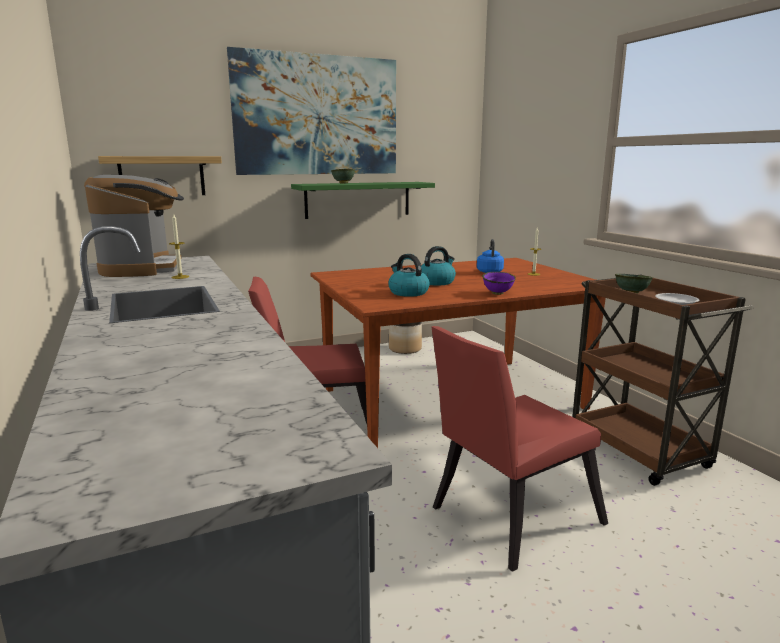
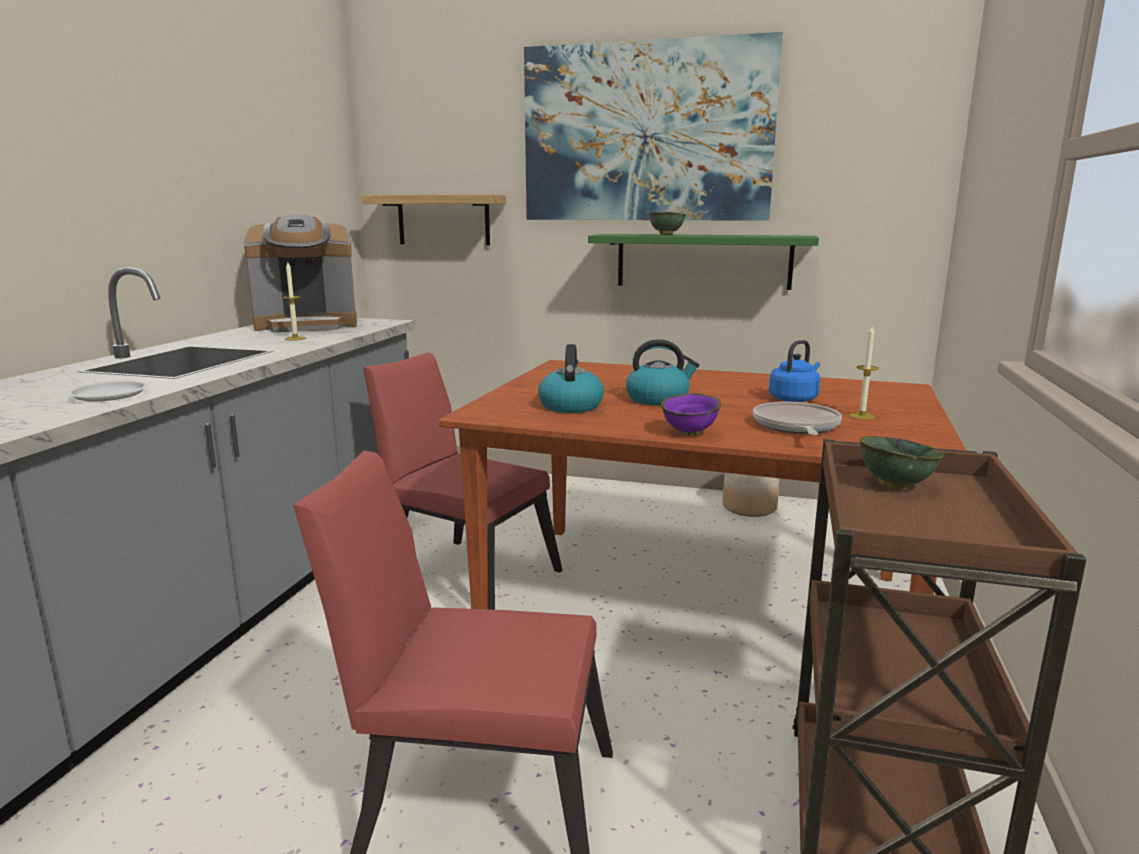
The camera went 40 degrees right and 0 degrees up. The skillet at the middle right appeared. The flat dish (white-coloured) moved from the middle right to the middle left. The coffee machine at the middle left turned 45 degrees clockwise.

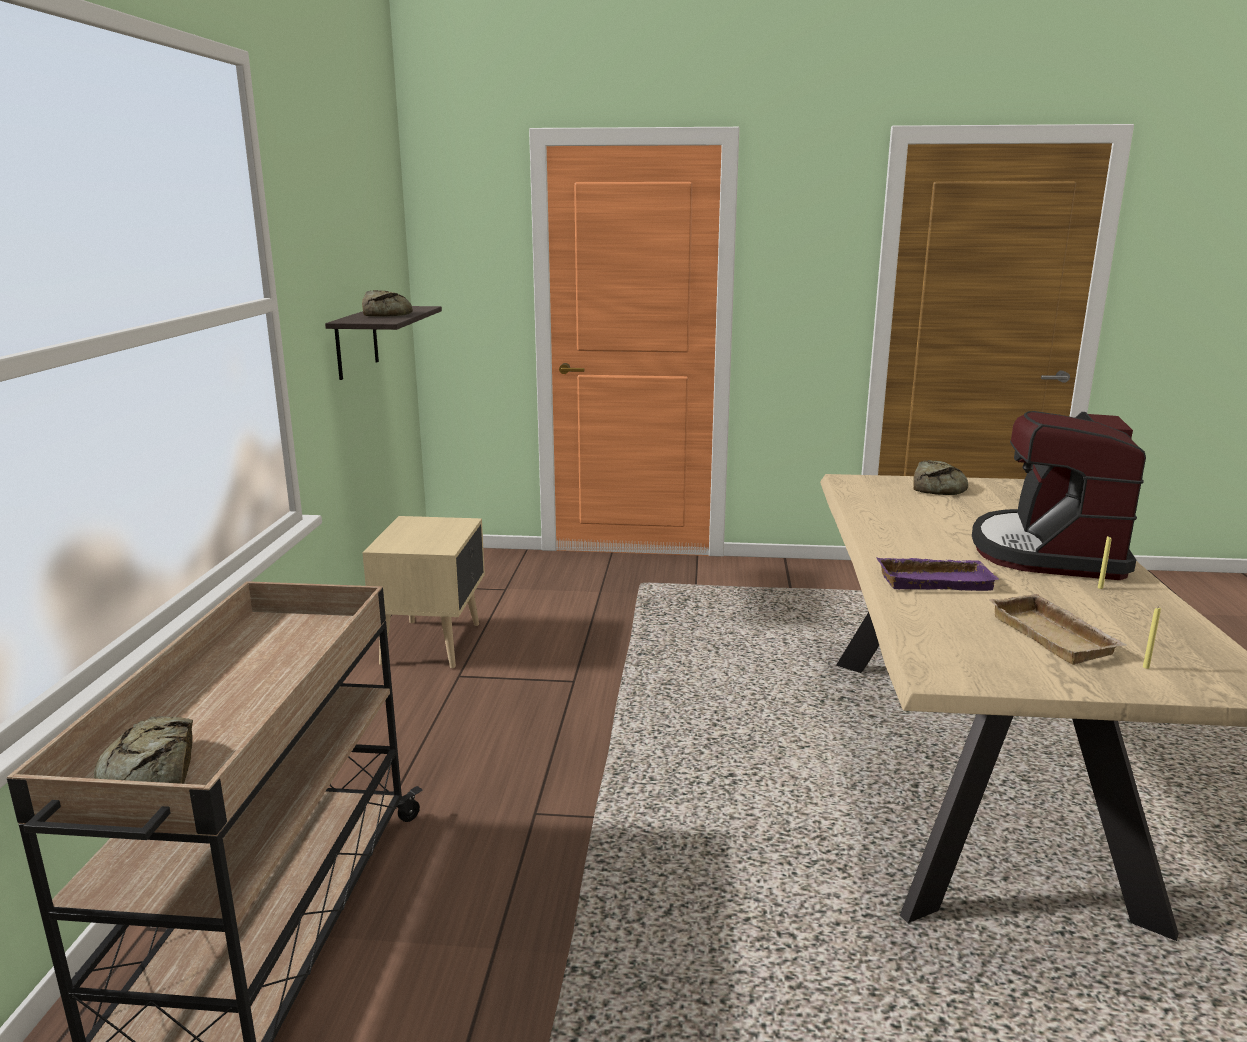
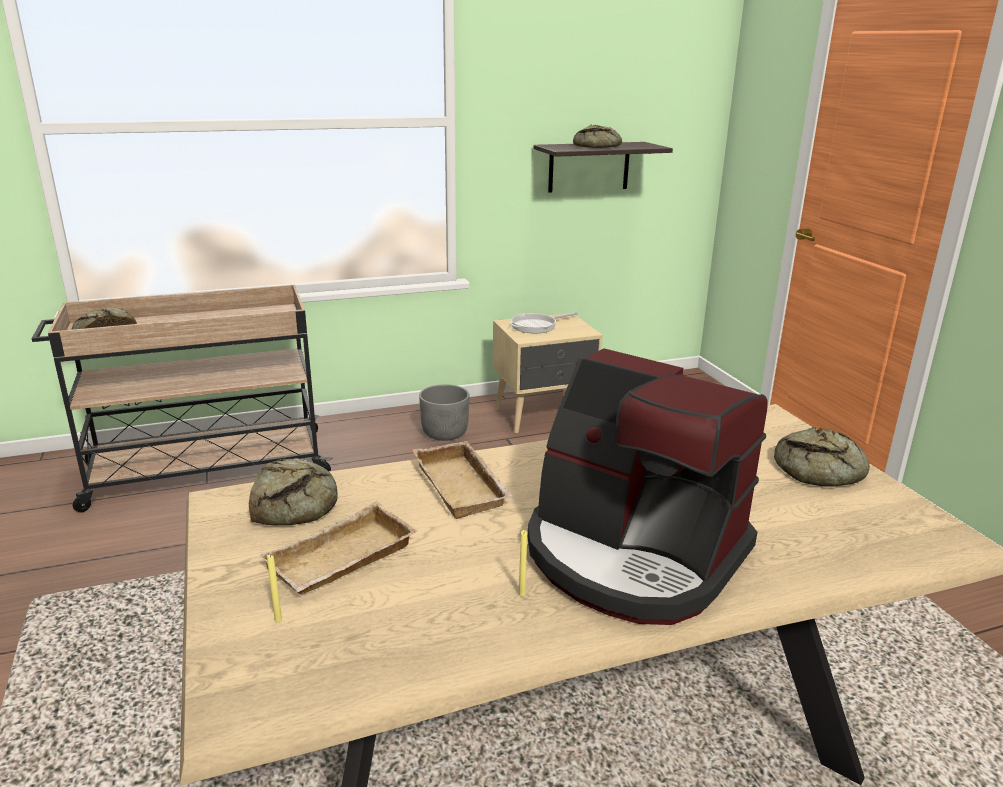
The camera went 65 degrees right and 5 degrees up. The bread (no. 2 from left) at the middle left appeared. The planter (gray) at the centre appeared. The skillet at the centre appeared. The tray (purplish) at the middle right became the tray (beige-coloured) (no. 2 from left) at the centre. The coffee machine at the middle right turned 135 degrees counterclockwise.

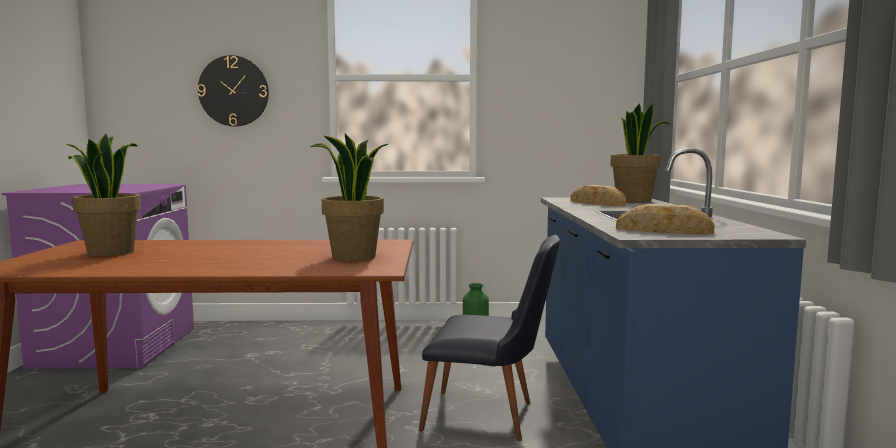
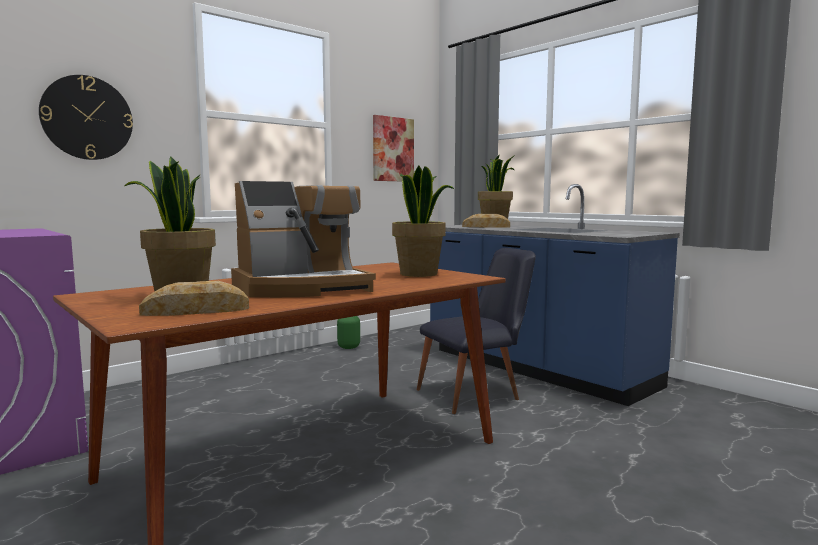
The camera went 40 degrees left and 0 degrees up. The coffee machine at the centre appeared. The wall art at the top centre appeared. The bread (no. 2 from left in the first image) moved from the middle right to the middle left.

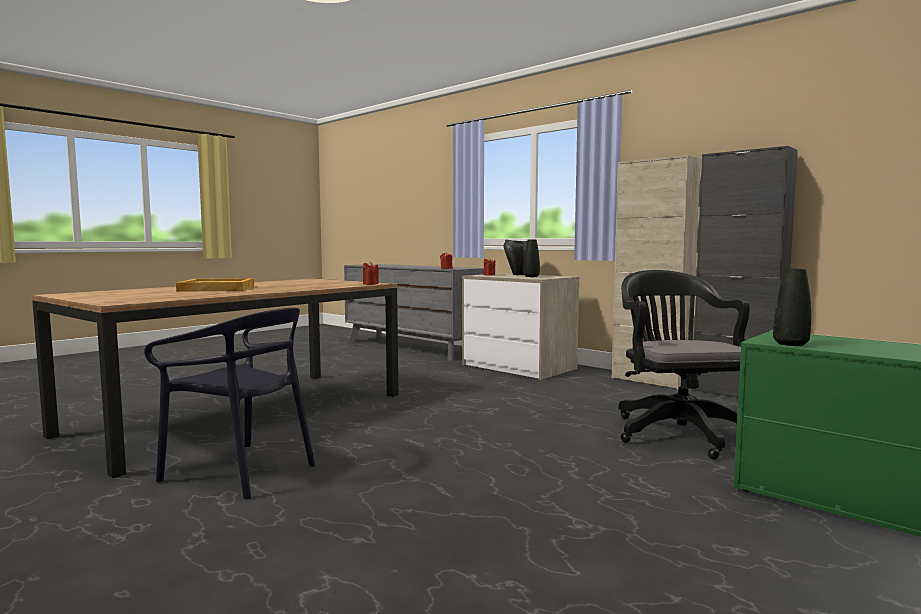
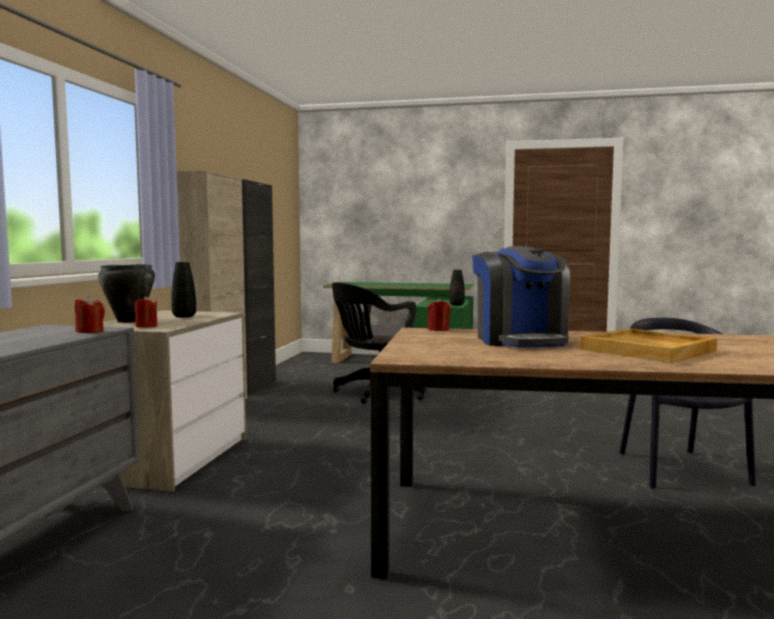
The camera went 120 degrees left and 0 degrees up. The coffee machine at the middle right appeared.

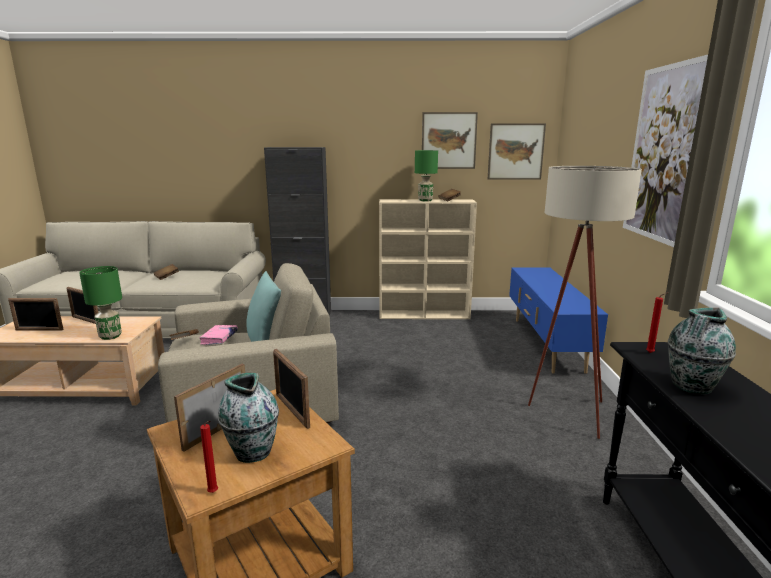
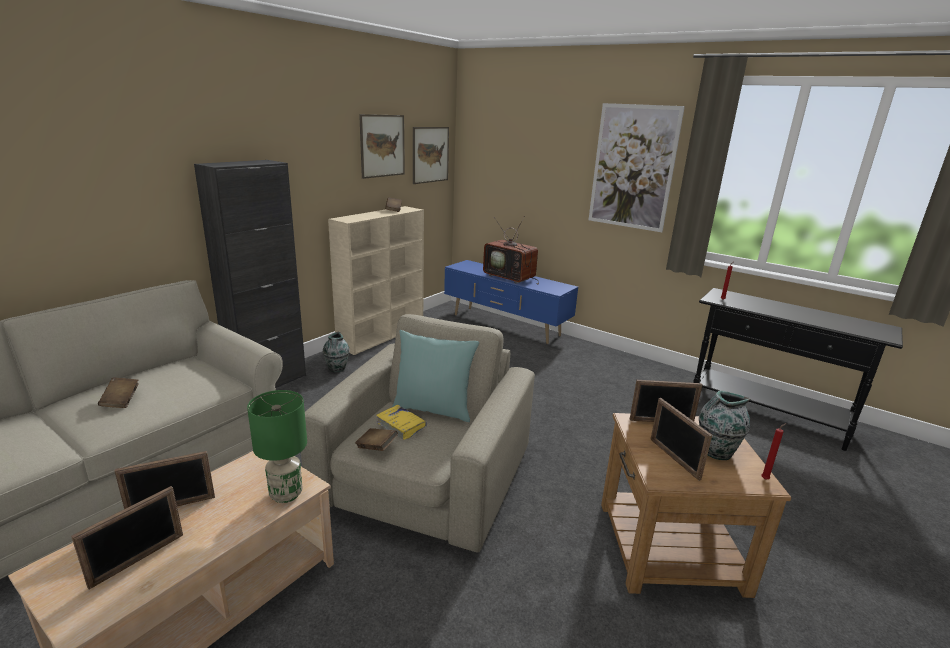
The camera went 55 degrees left and 5 degrees up. The lamp for a table (green) (no. 2 from left) at the top centre disappeared. The standard lamp (beige-coloured) at the middle right disappeared. The TV set at the centre appeared. The decorative vase (no. 2 from left in the first image) moved from the middle right to the centre. The volume (pink-coloured) at the middle left became the volume (yellow) at the centre.

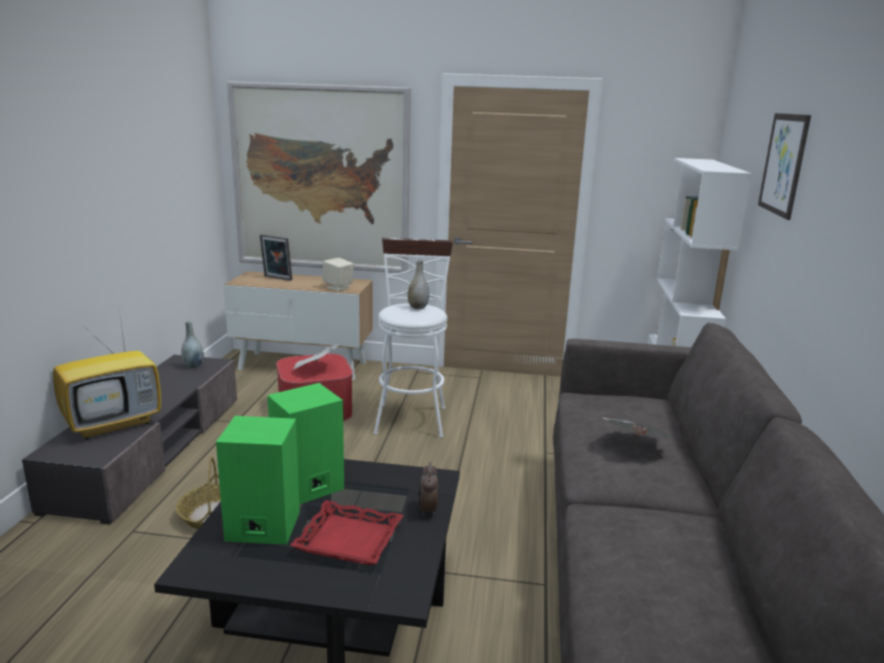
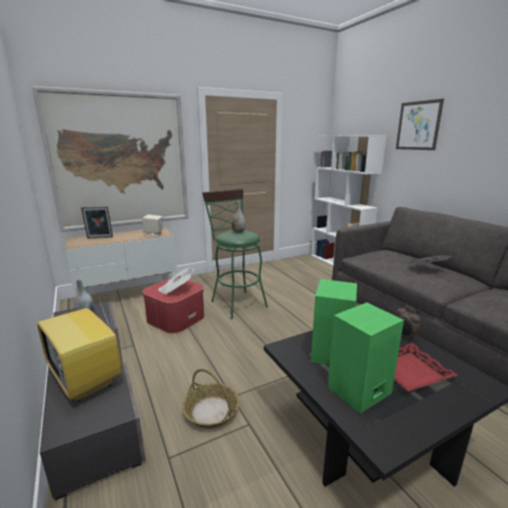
The camera went 35 degrees left and 0 degrees up. The stool (white-coloured) at the centre became the stool (green) at the centre. The TV set at the middle left turned 120 degrees clockwise.

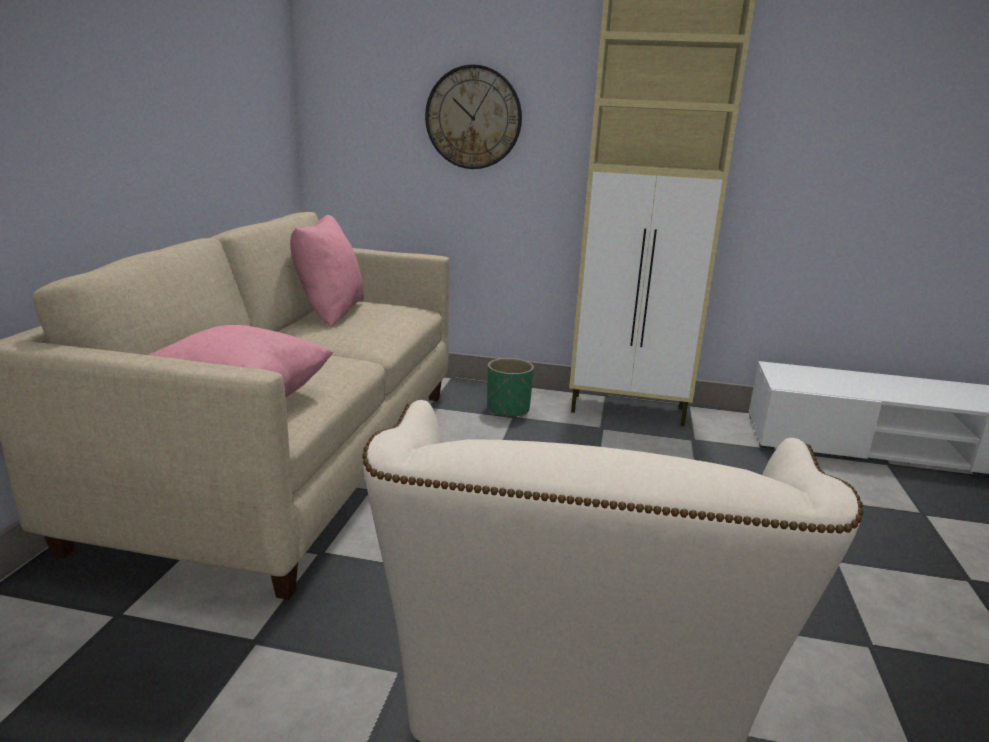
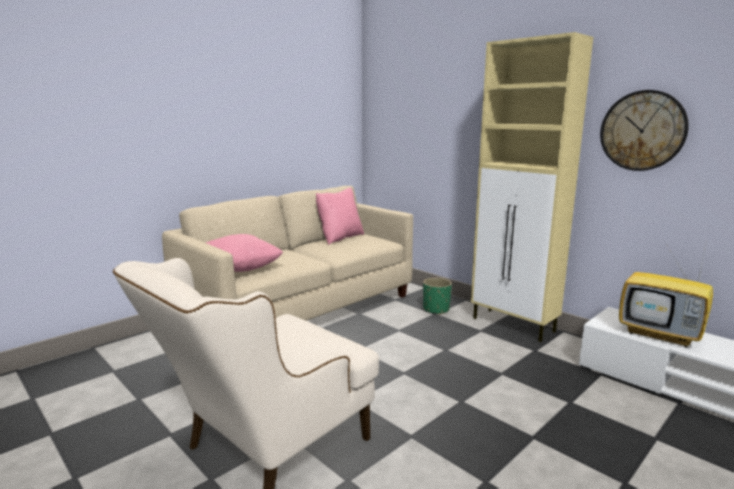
The camera went 35 degrees right and 5 degrees down. The TV set at the middle right appeared. The wall clock moved from the top centre to the top right.

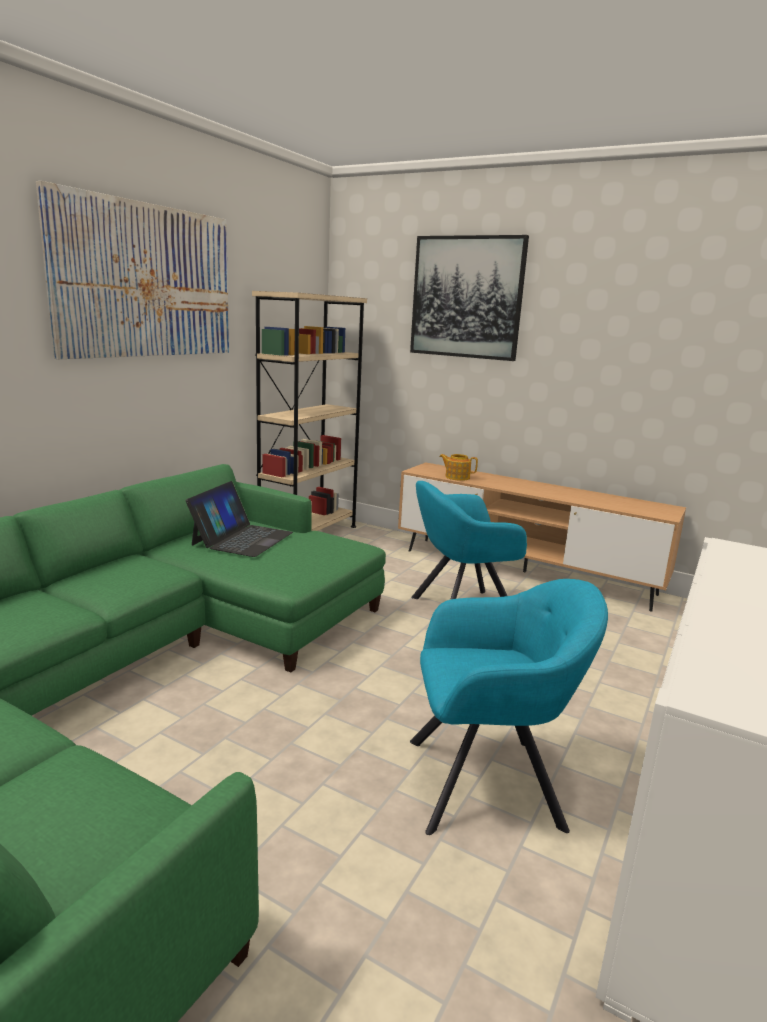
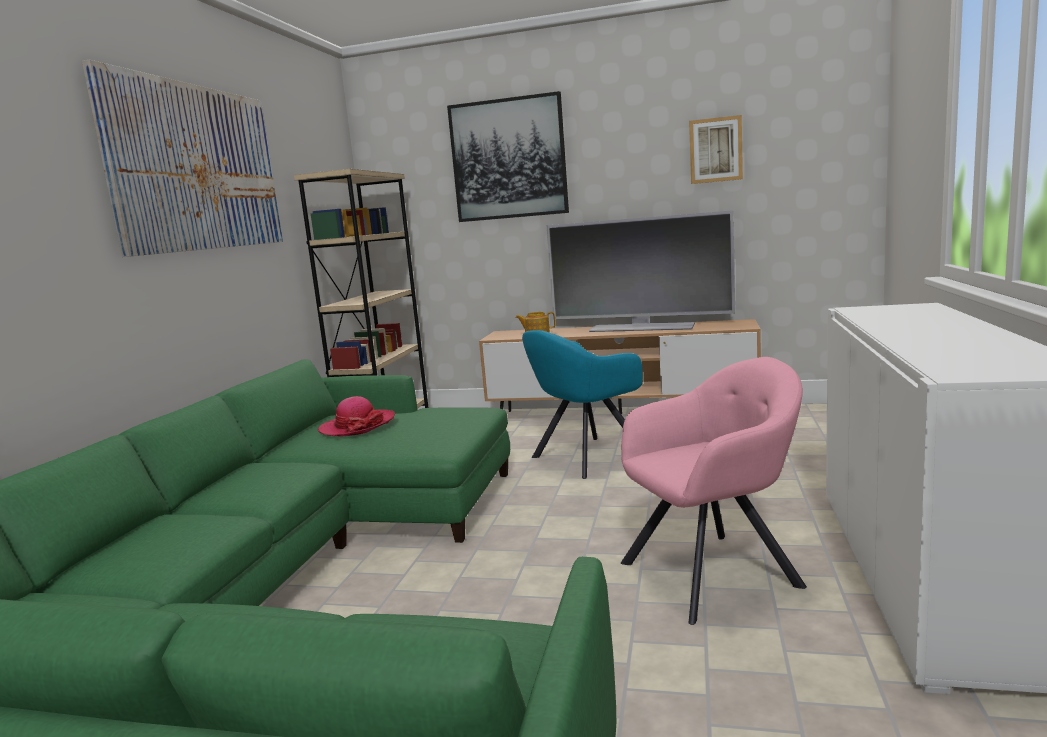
The camera went 15 degrees left and 5 degrees down. The TV set at the centre appeared. The wall art (no. 3 from left) at the top right appeared. The laptop at the middle left was replaced by the hat at the centre. The easy chair (blue-green) (no. 2 from left) at the bottom centre became the easy chair (pink-coloured) at the middle right.

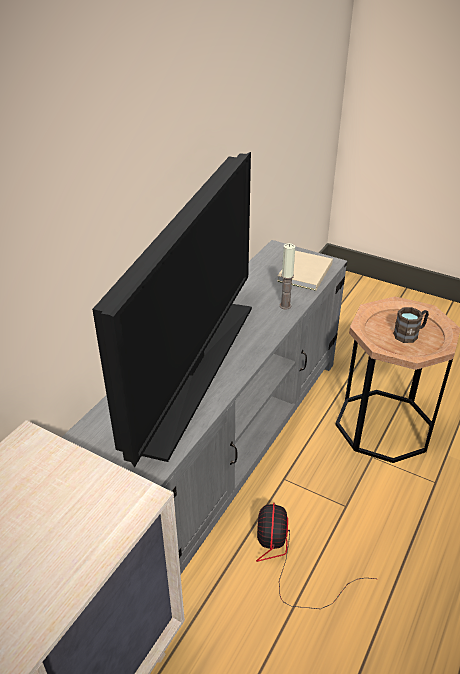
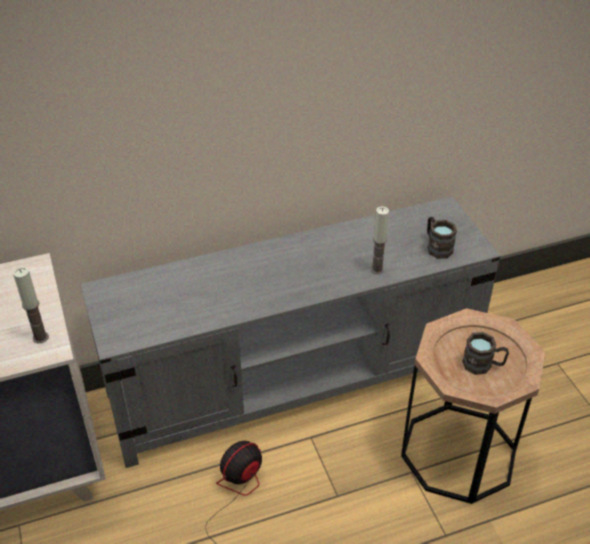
The camera went 40 degrees right and 5 degrees up. The TV set at the centre disappeared. The wax candle (no. 1 from left) at the middle left appeared. The volume (beige-coloured) at the centre was replaced by the coffee mug (brown) (no. 1 from left) at the middle right.

